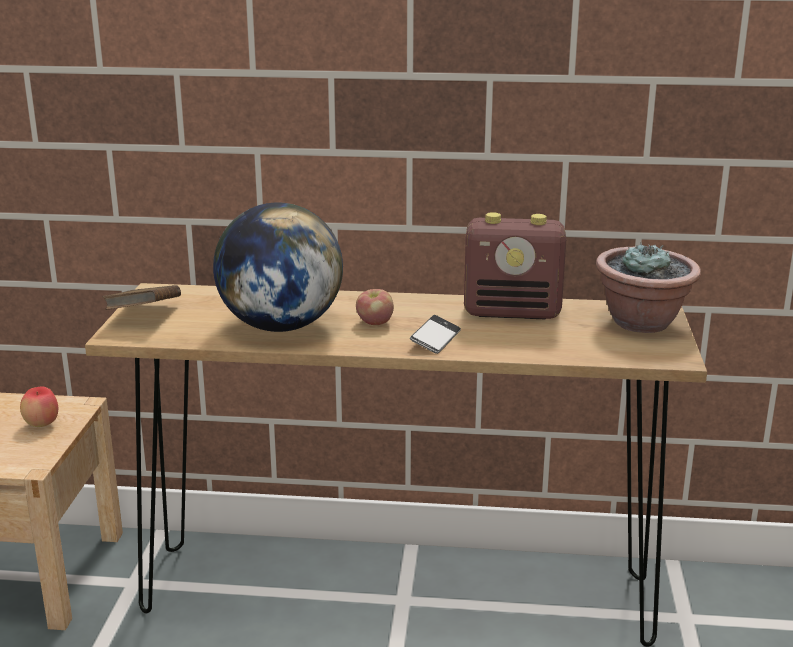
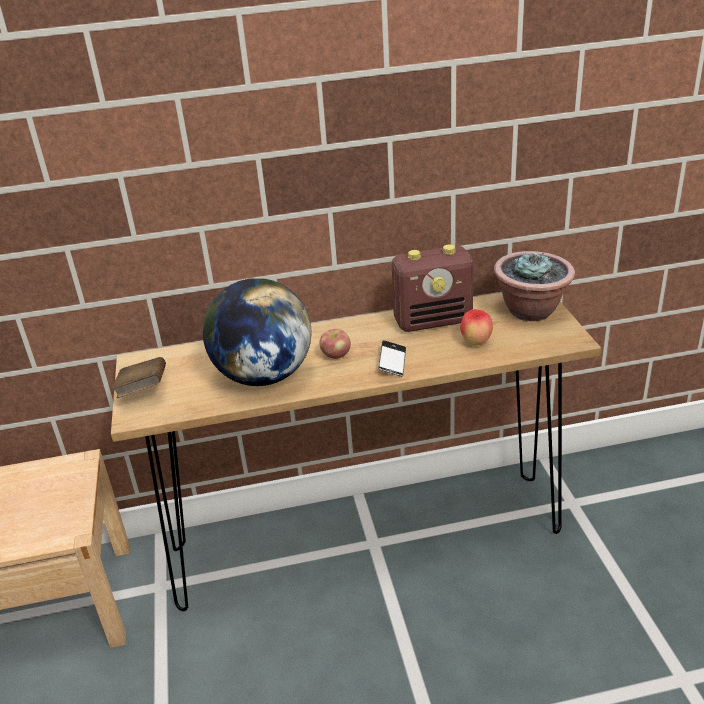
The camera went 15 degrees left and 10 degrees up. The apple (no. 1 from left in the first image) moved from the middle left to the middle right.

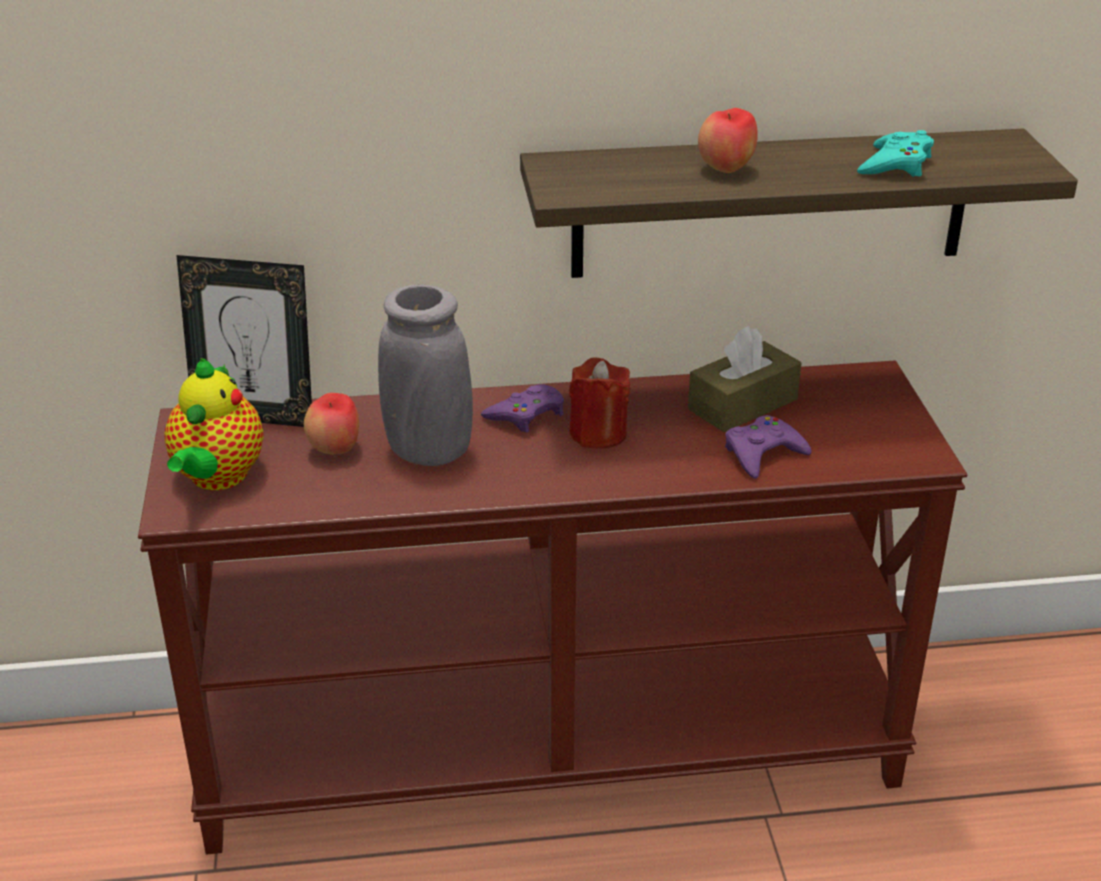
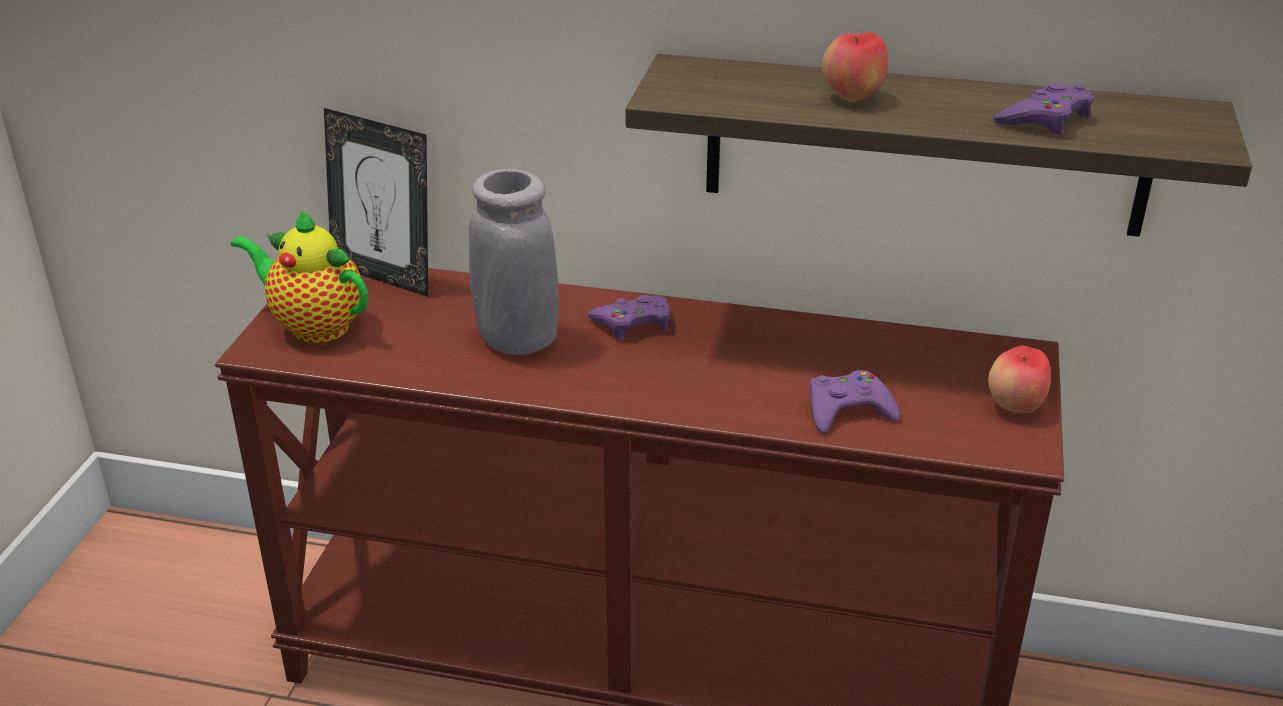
The camera went 20 degrees right and 0 degrees up. The wax candle (red) at the centre disappeared. The tissue holder (brown) at the middle right disappeared. The apple (no. 1 from left in the first image) moved from the middle left to the middle right. The joypad (blue-green) at the top right became the joypad (purplish) (no. 3 from left) at the top right. The tea pot at the middle left turned 90 degrees clockwise.

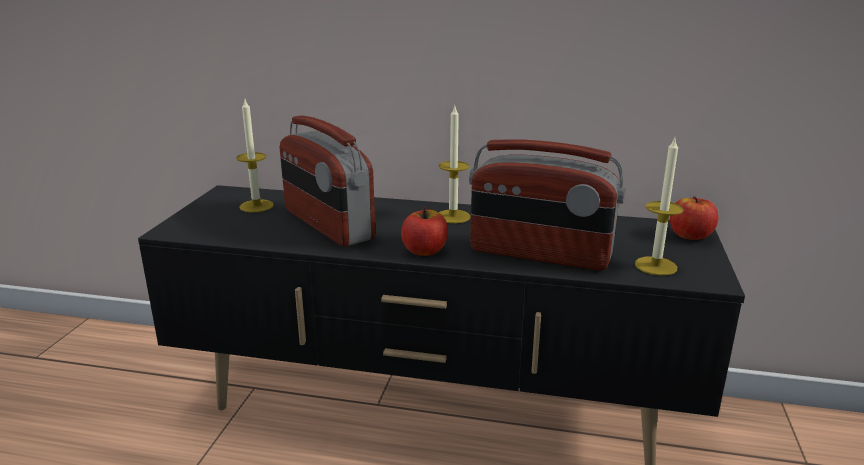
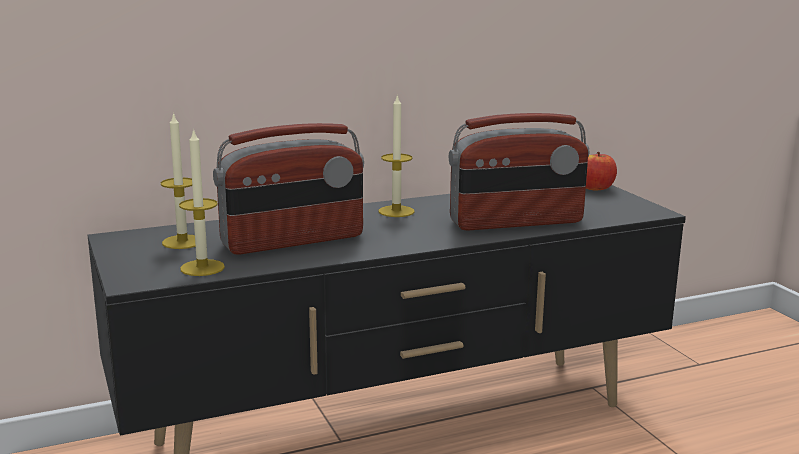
The camera went 35 degrees left and 5 degrees down. The apple (no. 1 from left) at the centre disappeared. The wax candle (no. 3 from left in the first image) moved from the middle right to the middle left. The radio (no. 1 from left) at the centre turned 45 degrees counterclockwise.

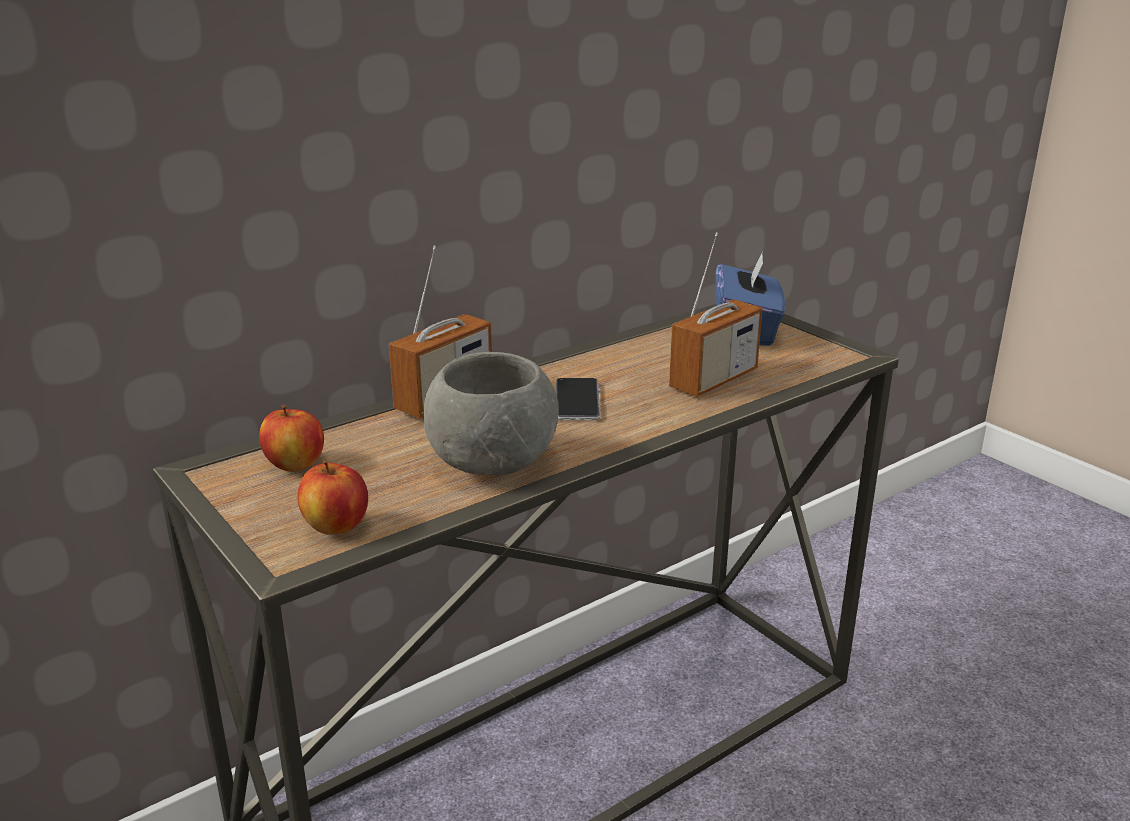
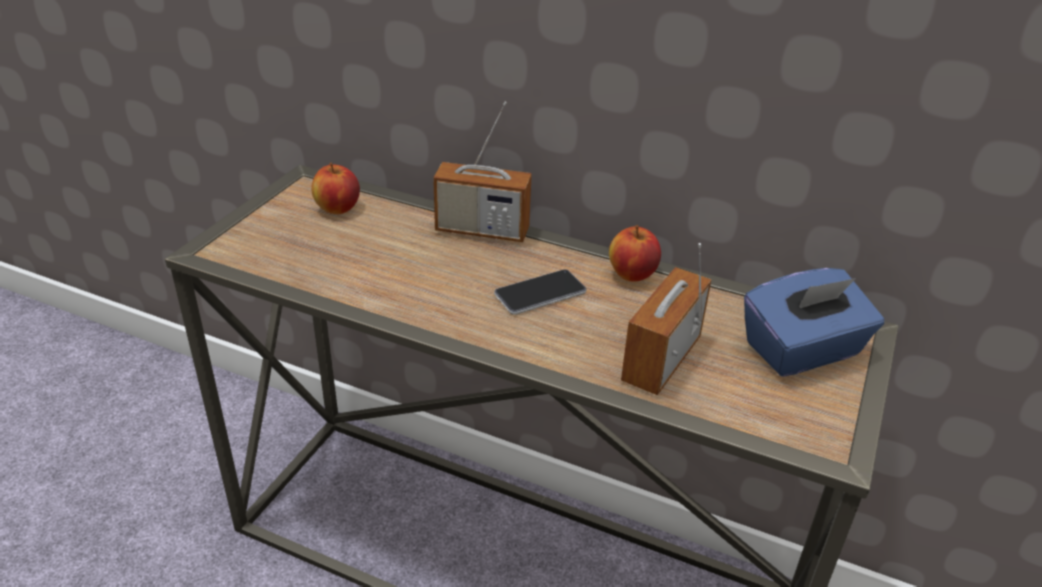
The camera went 60 degrees right and 10 degrees up. The bowl (gray) at the centre disappeared. The apple (no. 2 from left) moved from the middle left to the centre. The radio (no. 2 from left) at the centre turned 105 degrees clockwise.

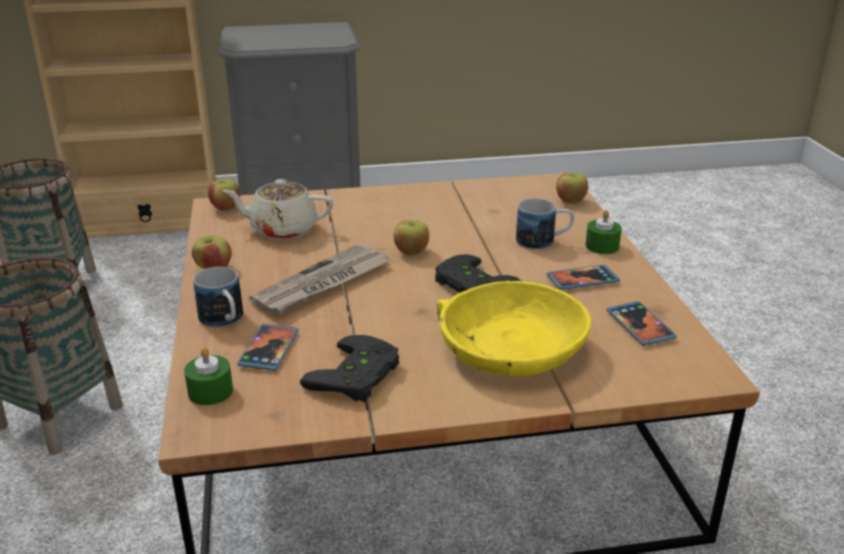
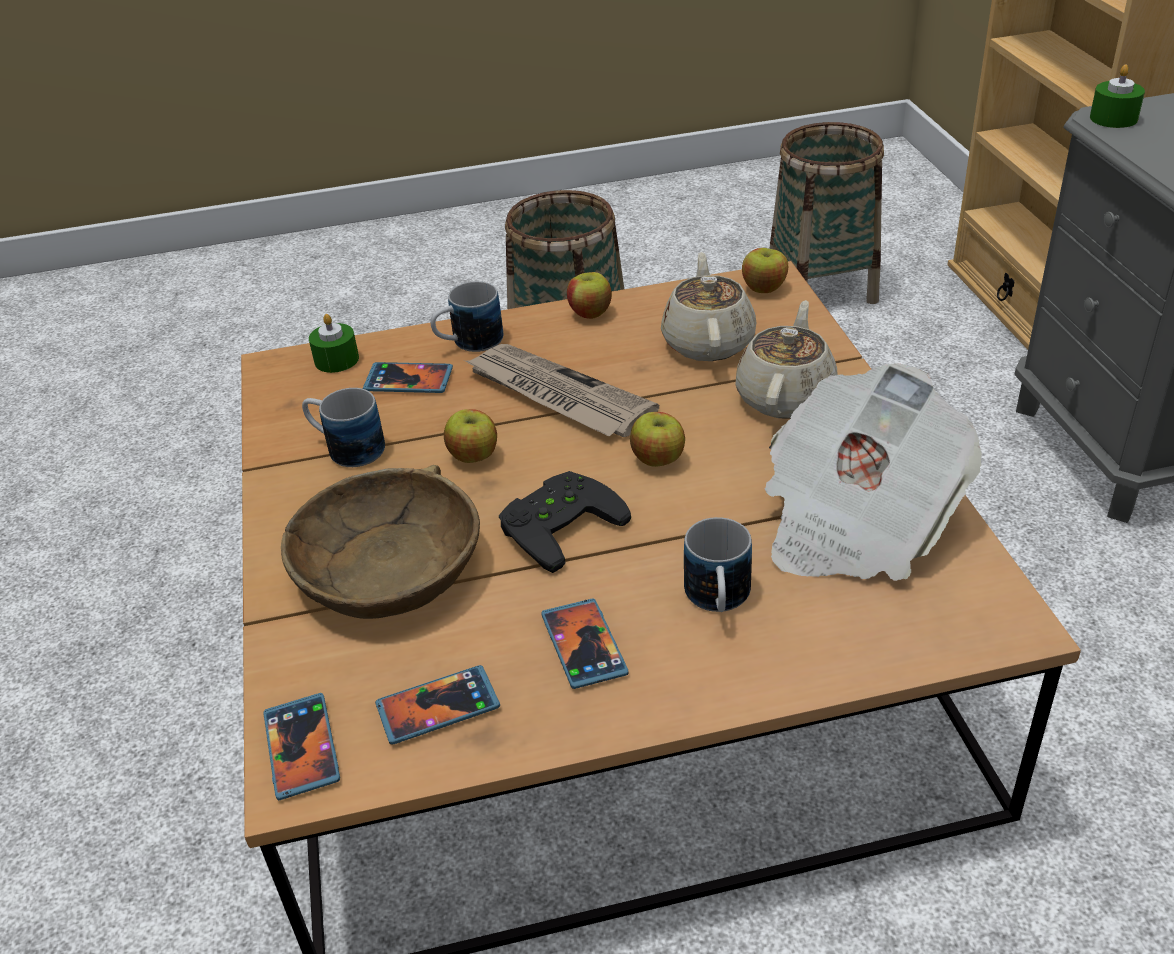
The camera went 90 degrees right and 10 degrees up. The handset (no. 1 from left) at the bottom left appeared. The tea pot (beige-coloured) (no. 2 from left) at the middle right appeared. The daily paper (no. 2 from left) at the middle right appeared. The apple (no. 4 from left in the first image) moved from the middle right to the centre. The wax candle (green) (no. 2 from left) moved from the middle right to the top right. The joypad (black) (no. 1 from left) at the centre was replaced by the coffee mug (no. 1 from left) at the middle left. The bowl (yellow) at the centre became the bowl (brown) at the middle left.

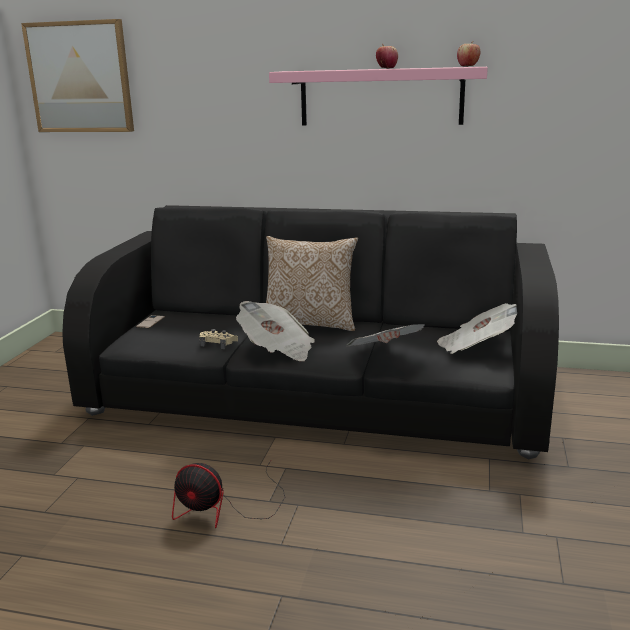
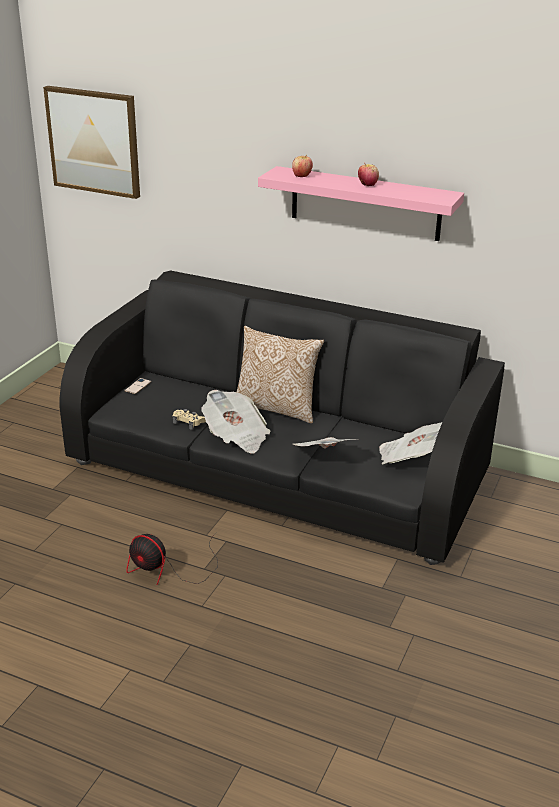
The camera went 10 degrees right and 10 degrees up. The apple (no. 2 from left in the first image) moved from the top right to the top centre.

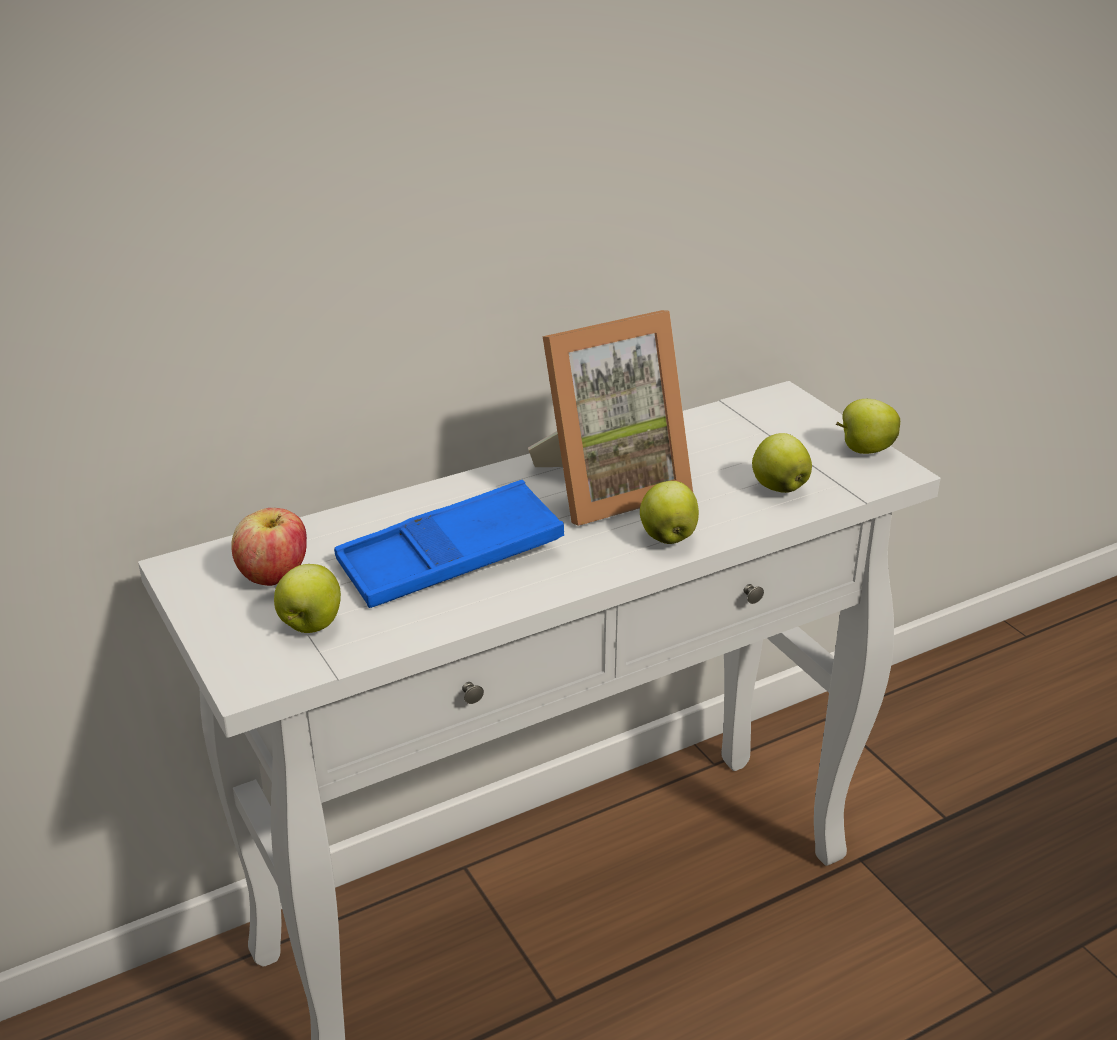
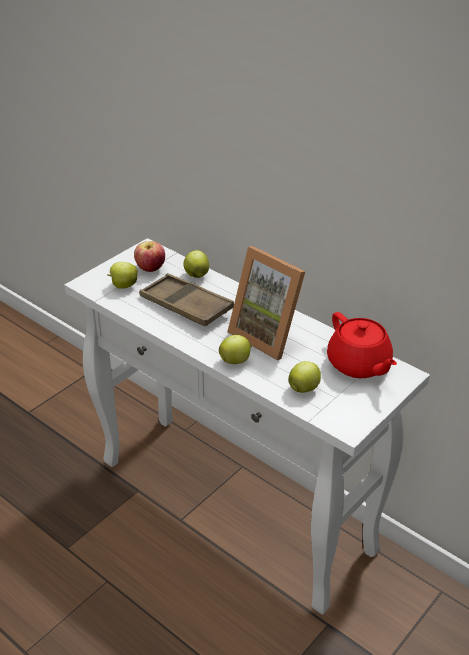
The camera went 70 degrees right and 5 degrees up. The tea pot (red) at the middle right appeared. The apple (no. 5 from left in the first image) moved from the middle right to the centre. The tray (blue) at the centre became the tray (brown) at the centre.

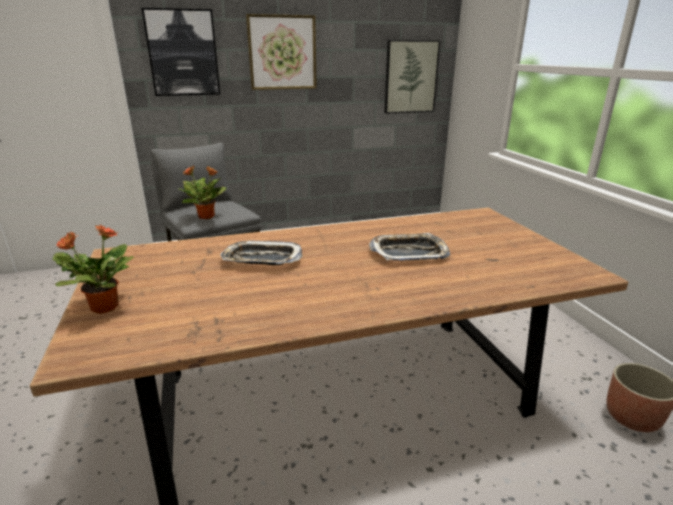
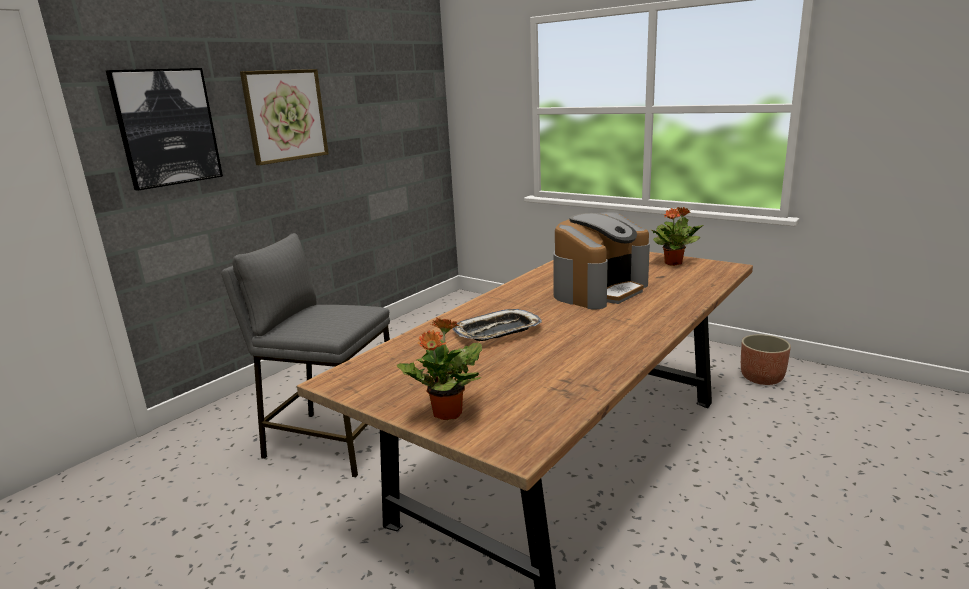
The camera went 35 degrees left and 5 degrees down. The wall art (no. 3 from left) at the top centre disappeared. The houseplant (no. 2 from left) moved from the middle left to the middle right. The tray (no. 2 from left) at the centre was replaced by the coffee machine at the centre.

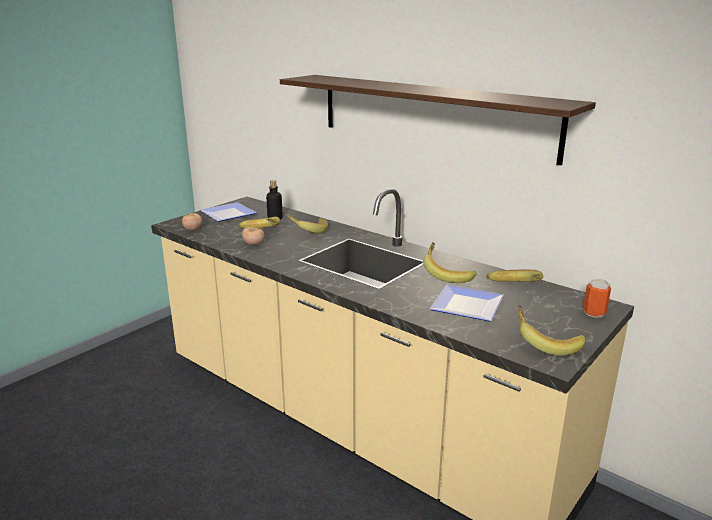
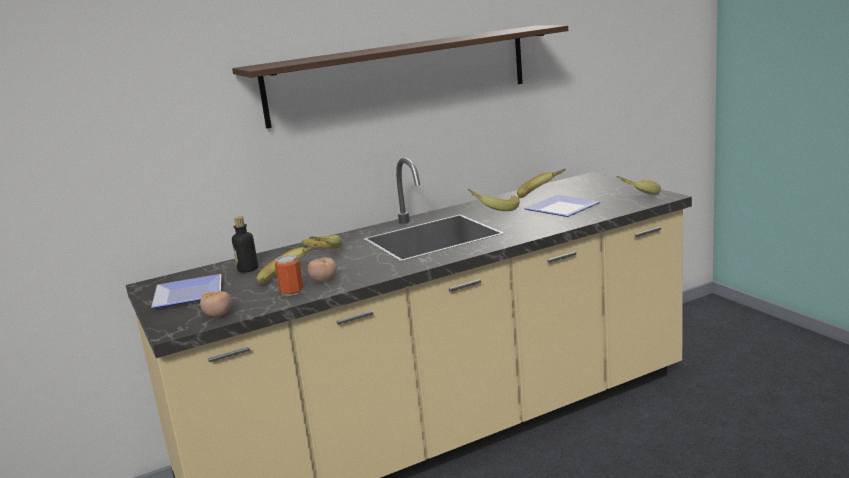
The camera went 65 degrees left and 5 degrees down. The can moved from the middle right to the centre.

